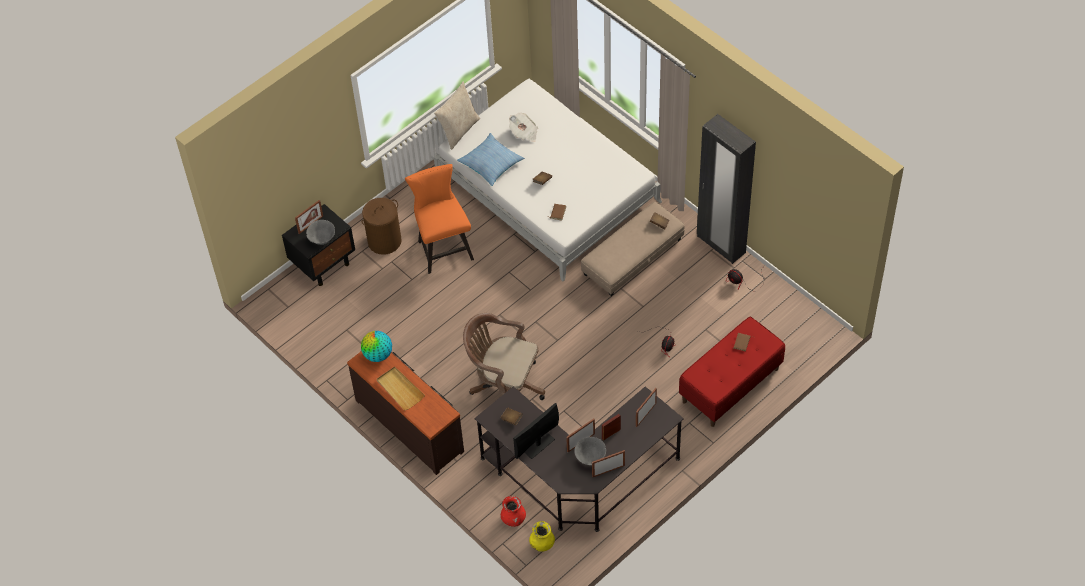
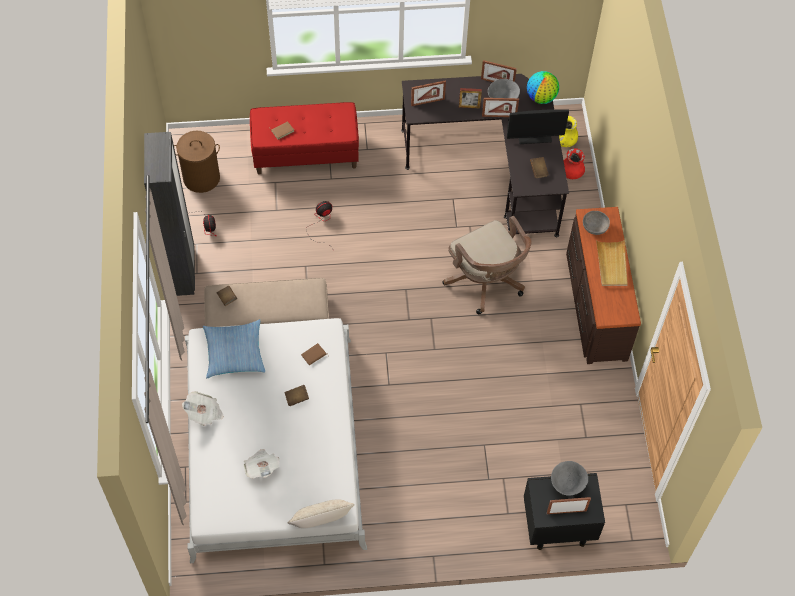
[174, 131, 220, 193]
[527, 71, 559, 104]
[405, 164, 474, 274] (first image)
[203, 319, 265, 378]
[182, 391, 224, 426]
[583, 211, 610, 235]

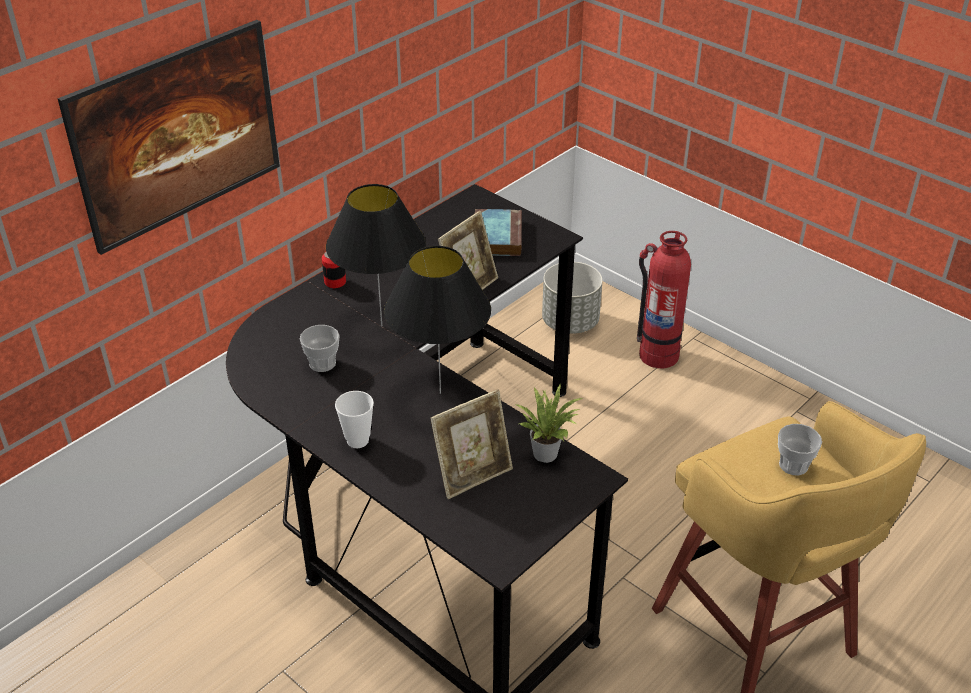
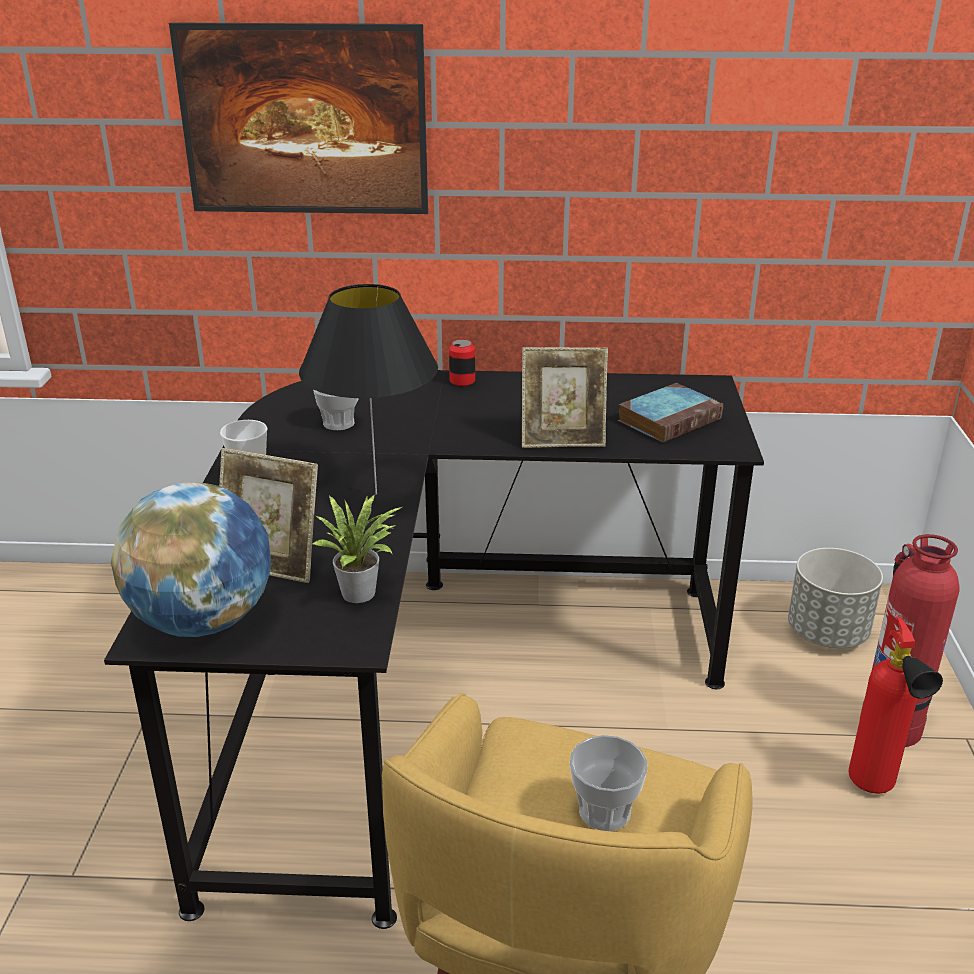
[326, 184, 426, 326] (first image)
[111, 483, 271, 637]
[849, 616, 943, 794]

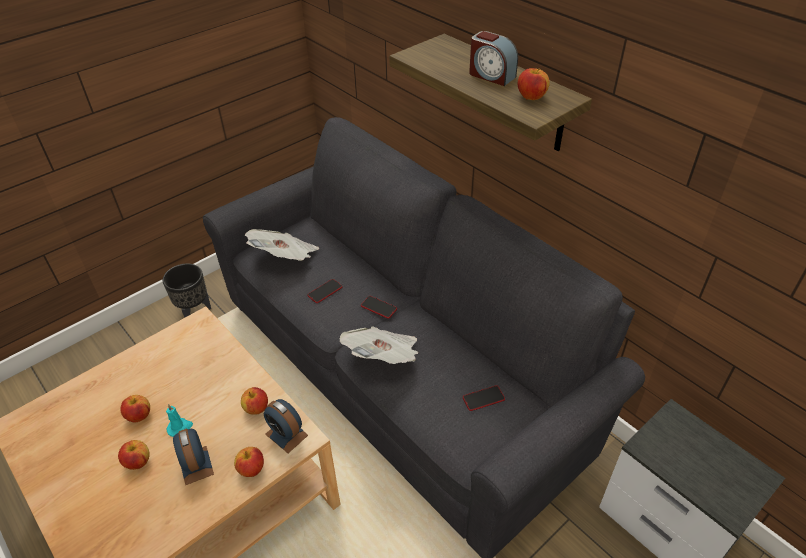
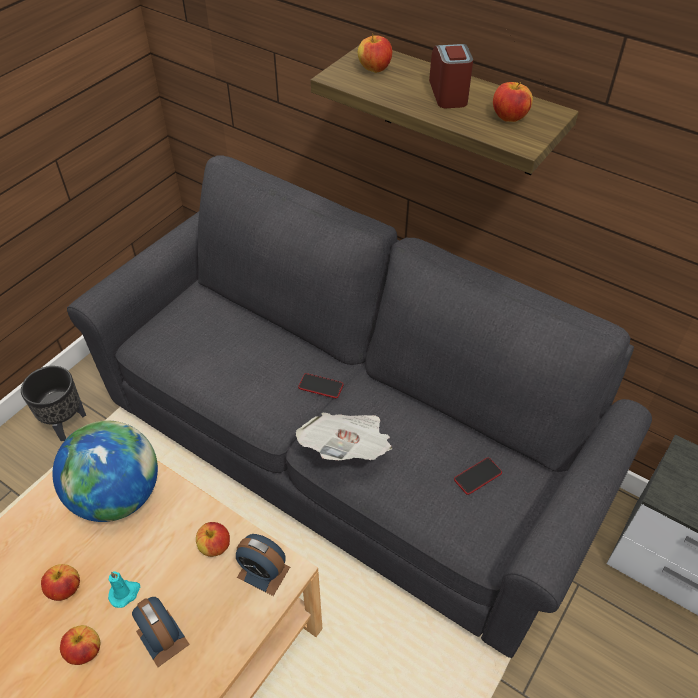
[358, 34, 392, 73]
[245, 229, 319, 261] (first image)
[307, 279, 342, 303] (first image)
[429, 44, 473, 108]
[52, 421, 158, 522]

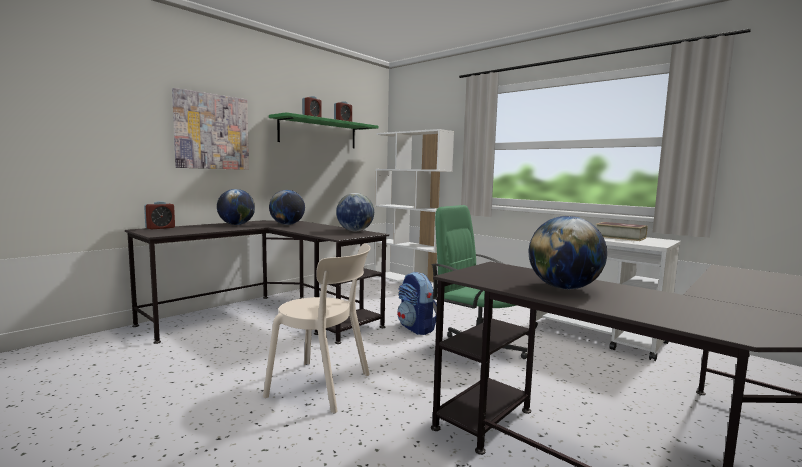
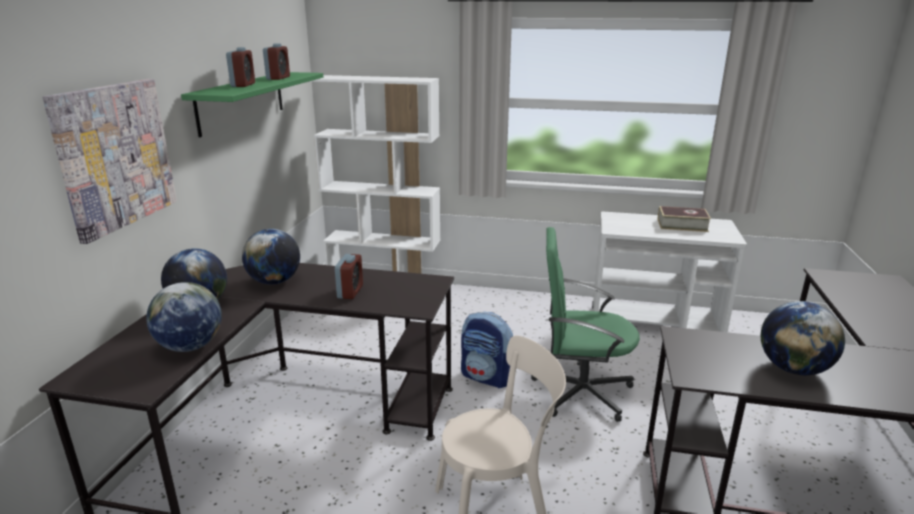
[335, 254, 363, 299]
[146, 282, 222, 352]

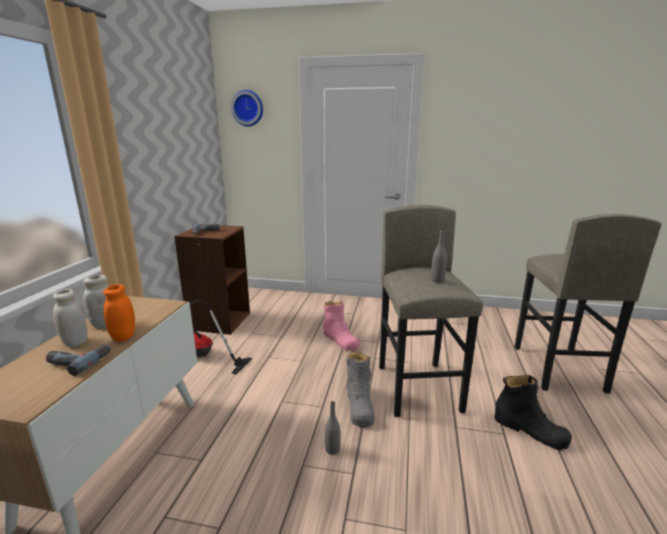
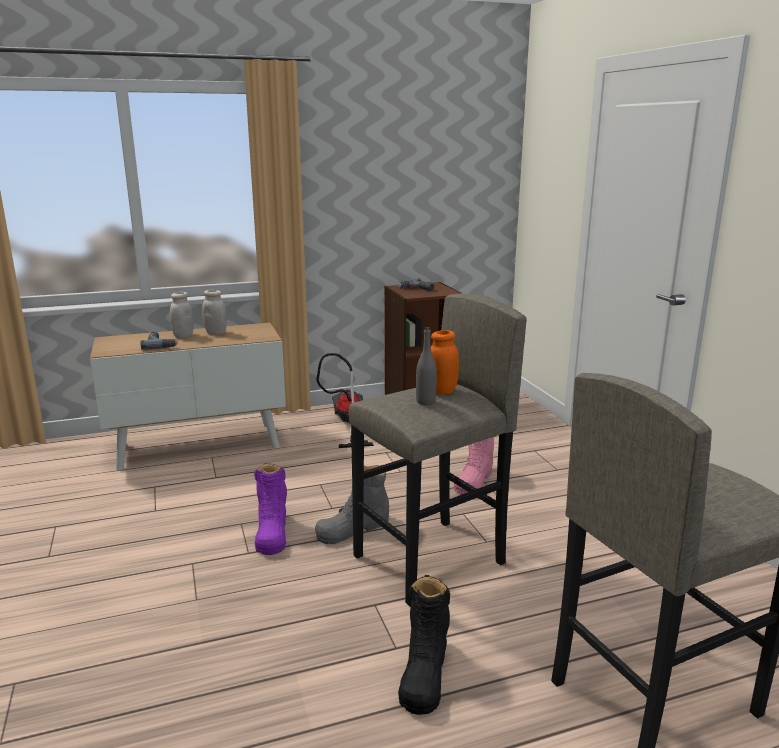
[431, 330, 459, 395]
[231, 90, 263, 126] (first image)
[254, 463, 287, 555]

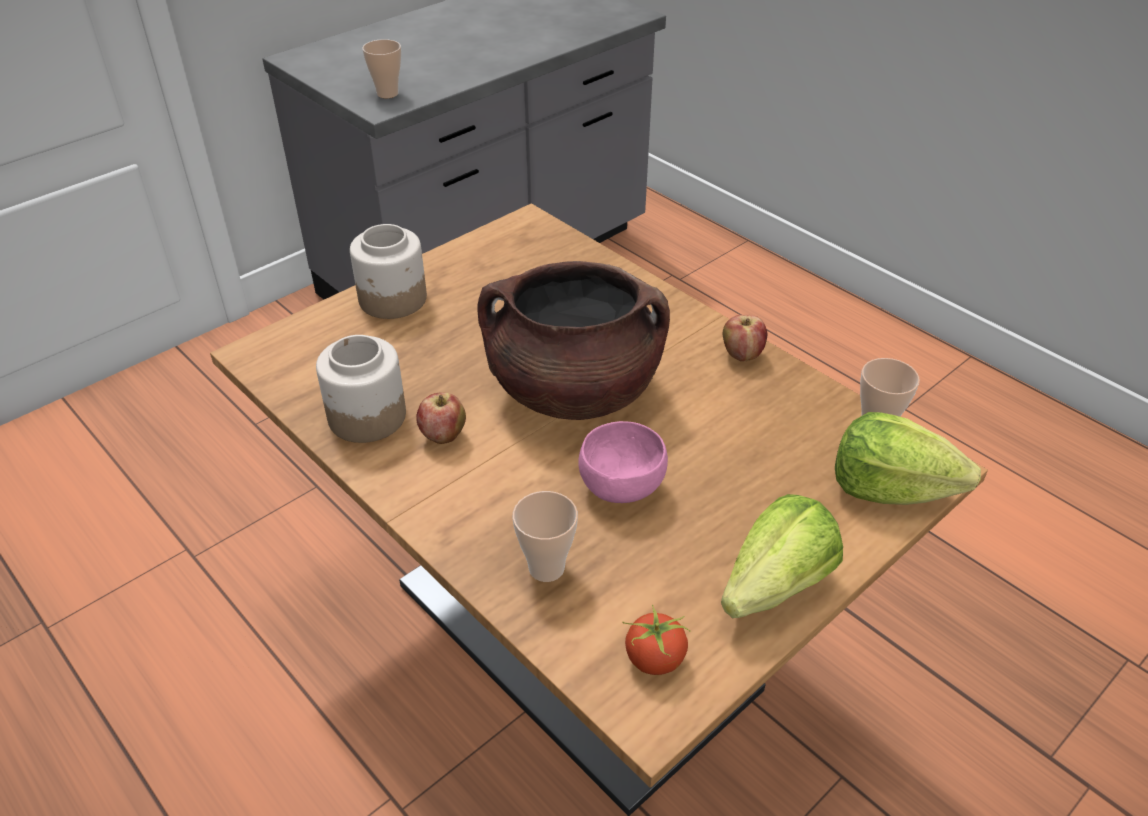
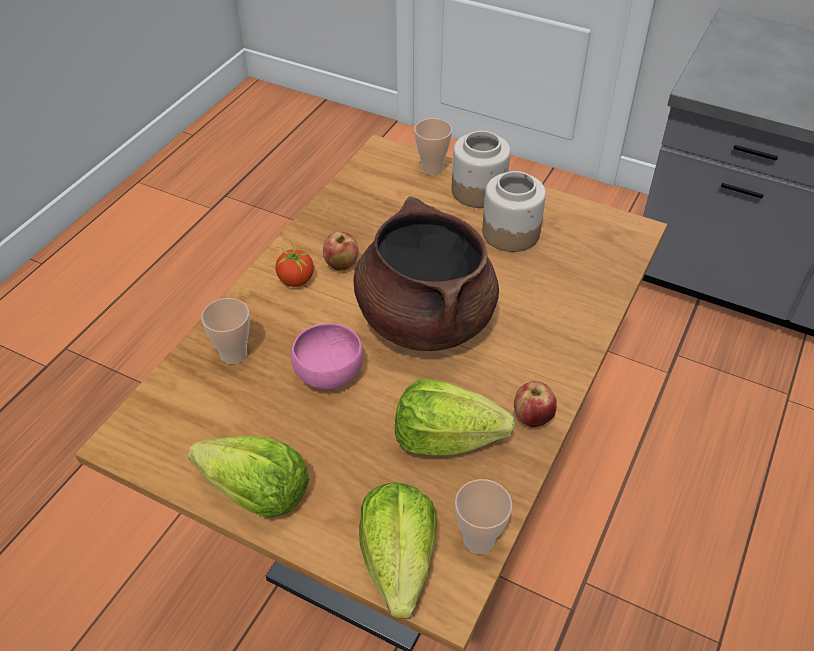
[482, 171, 546, 252]
[414, 118, 452, 175]
[275, 241, 314, 287]
[395, 379, 515, 456]

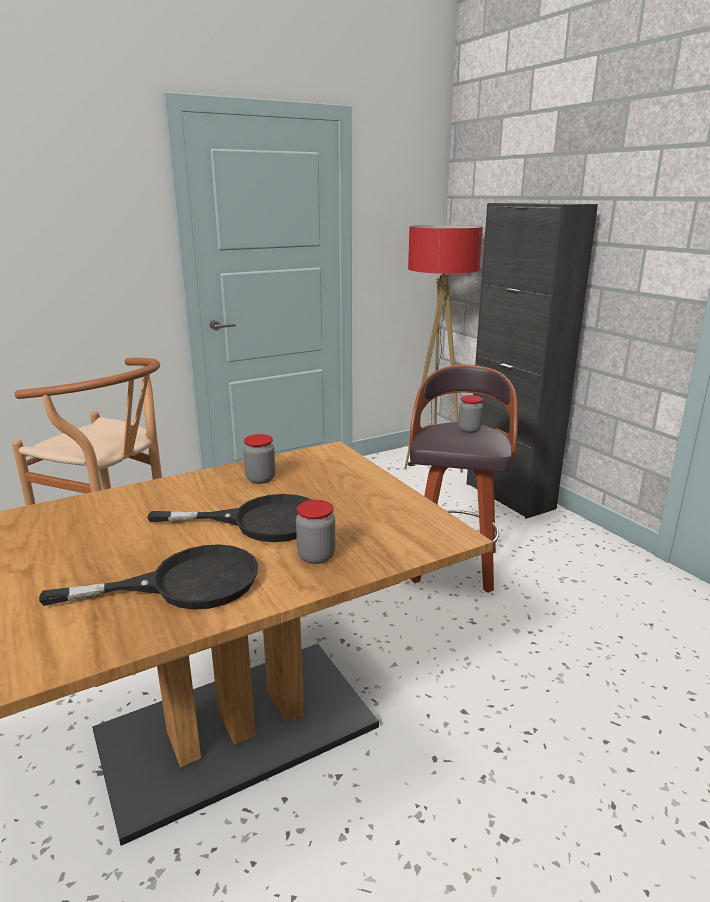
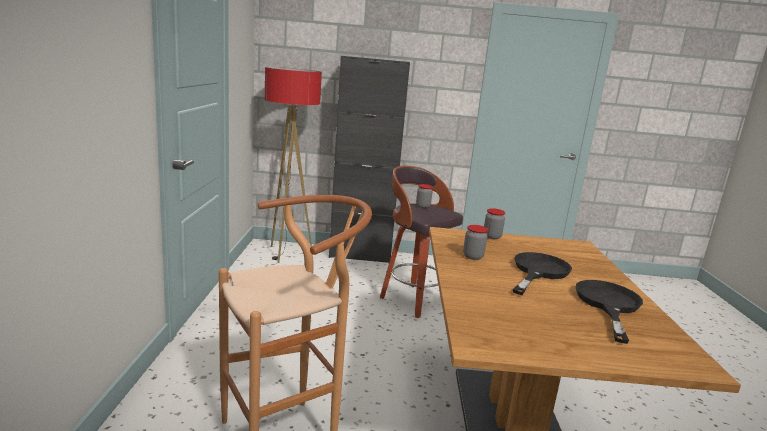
[484, 208, 505, 239]

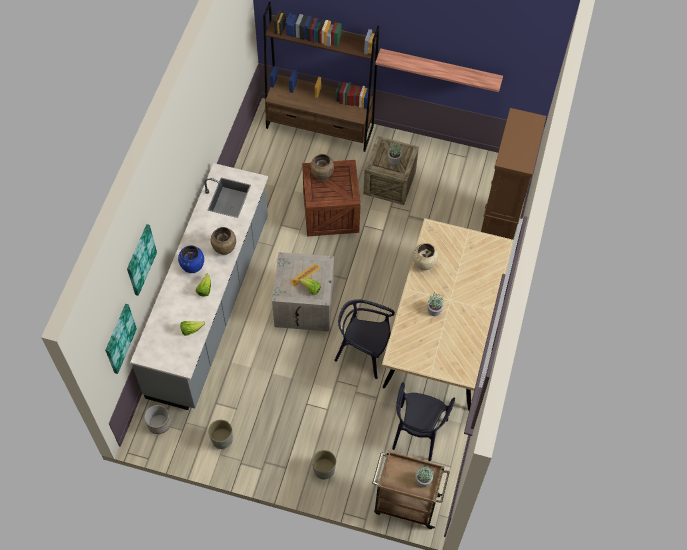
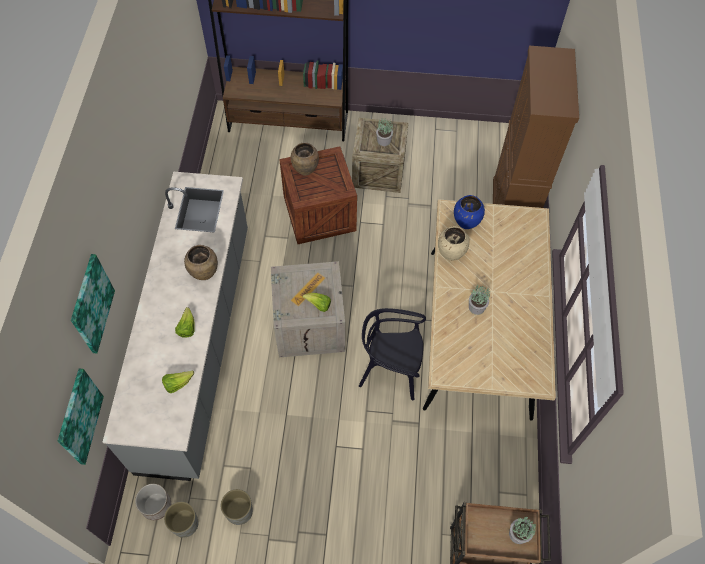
[454, 195, 485, 229]
[164, 502, 198, 538]
[375, 48, 503, 92] (first image)
[392, 382, 455, 461] (first image)

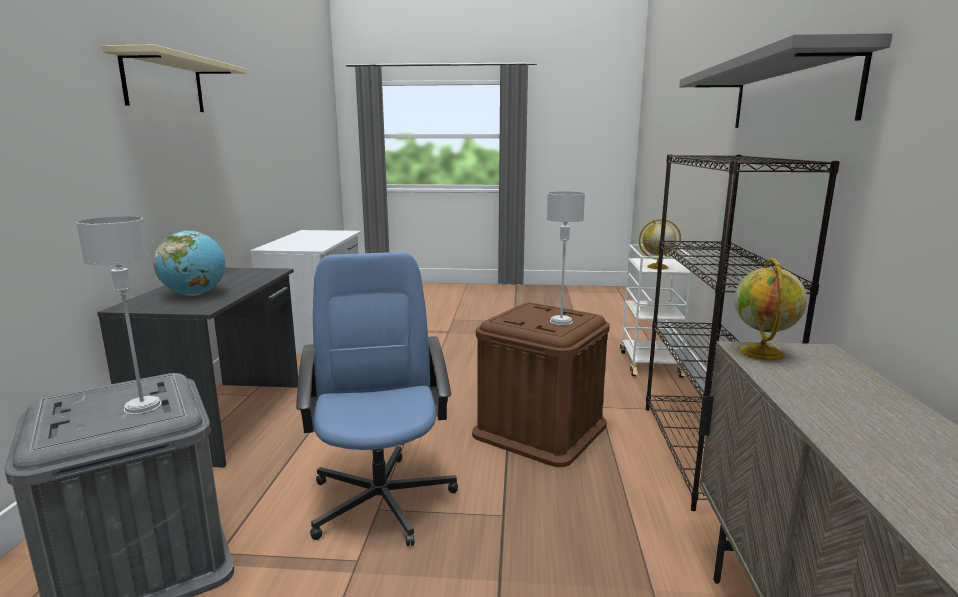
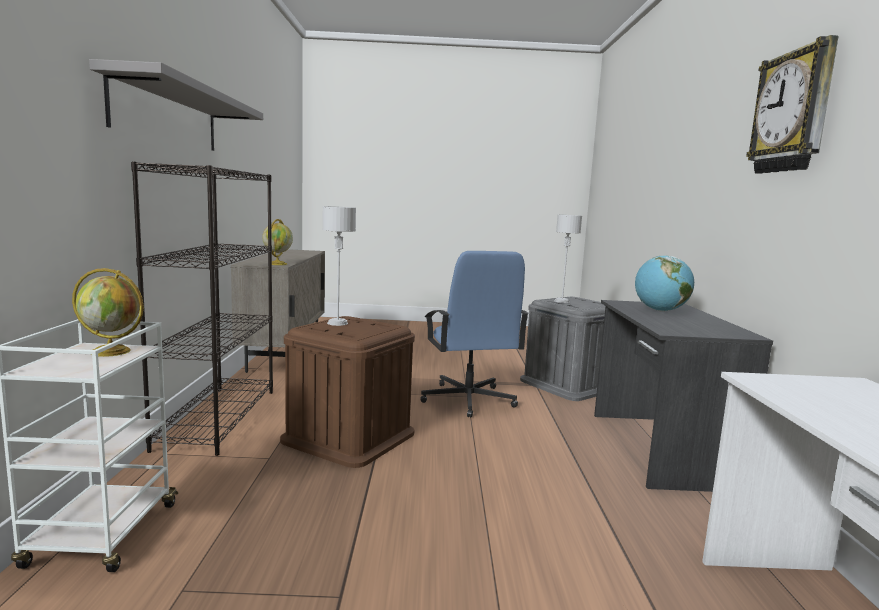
[746, 35, 838, 174]

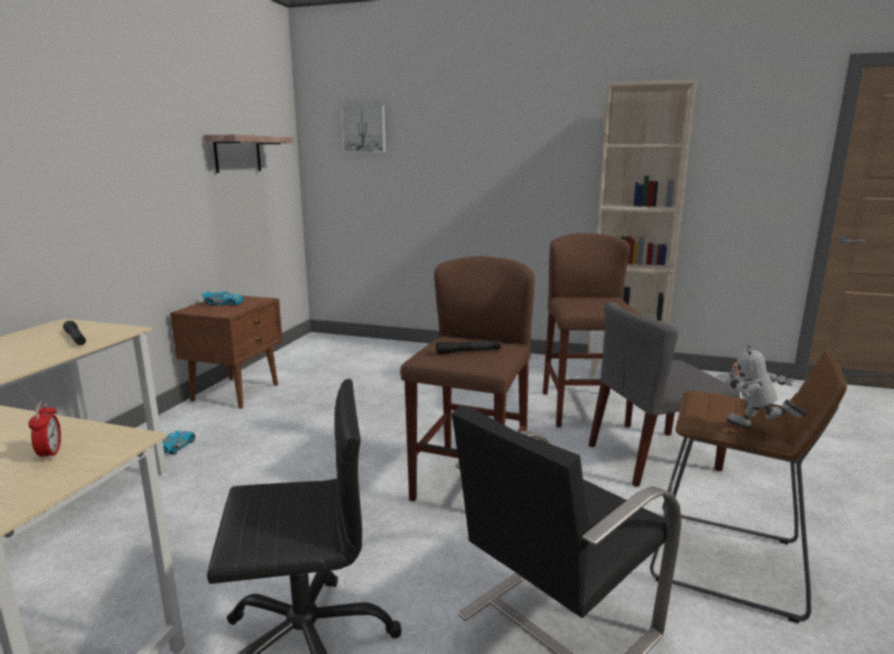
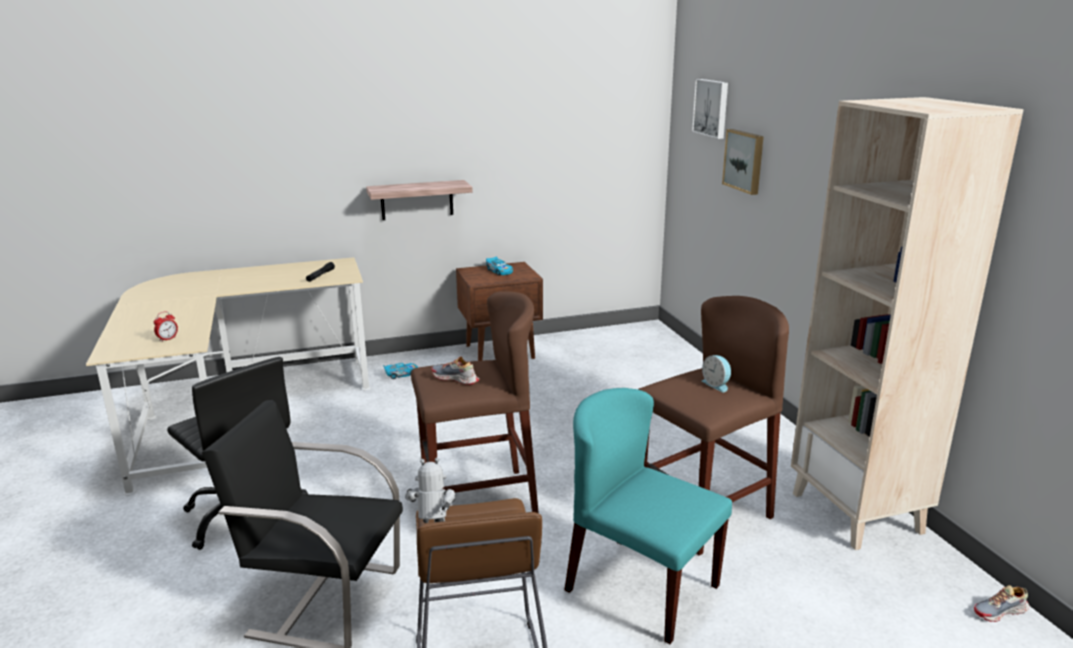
[366, 180, 473, 220]
[431, 357, 479, 385]
[564, 388, 732, 644]
[702, 355, 731, 392]
[722, 129, 764, 195]

